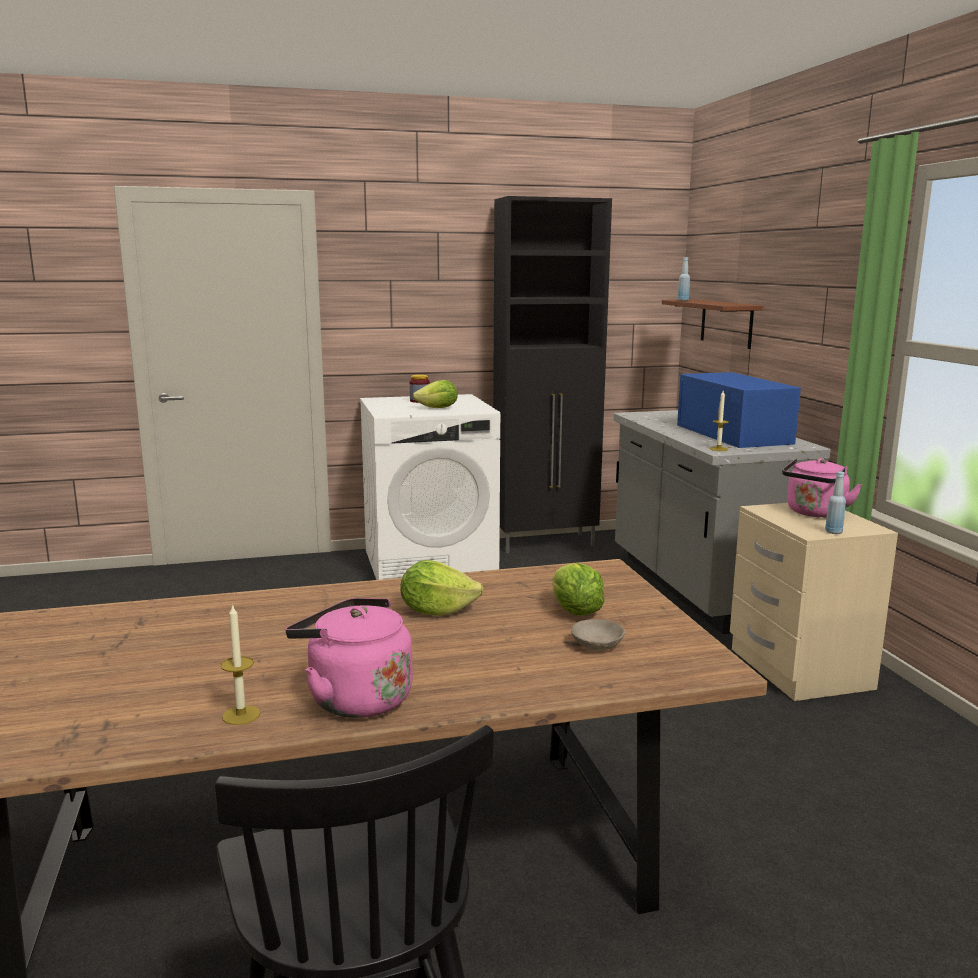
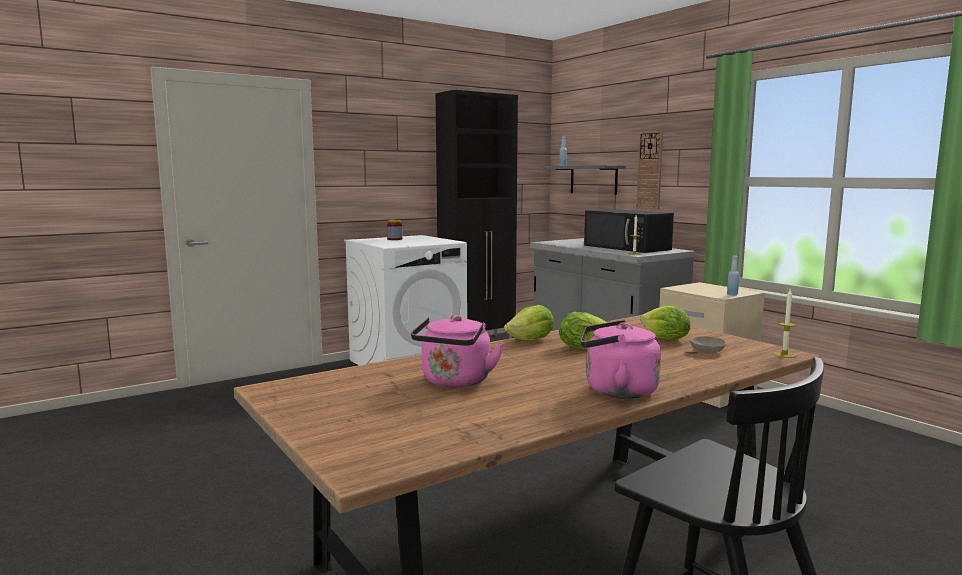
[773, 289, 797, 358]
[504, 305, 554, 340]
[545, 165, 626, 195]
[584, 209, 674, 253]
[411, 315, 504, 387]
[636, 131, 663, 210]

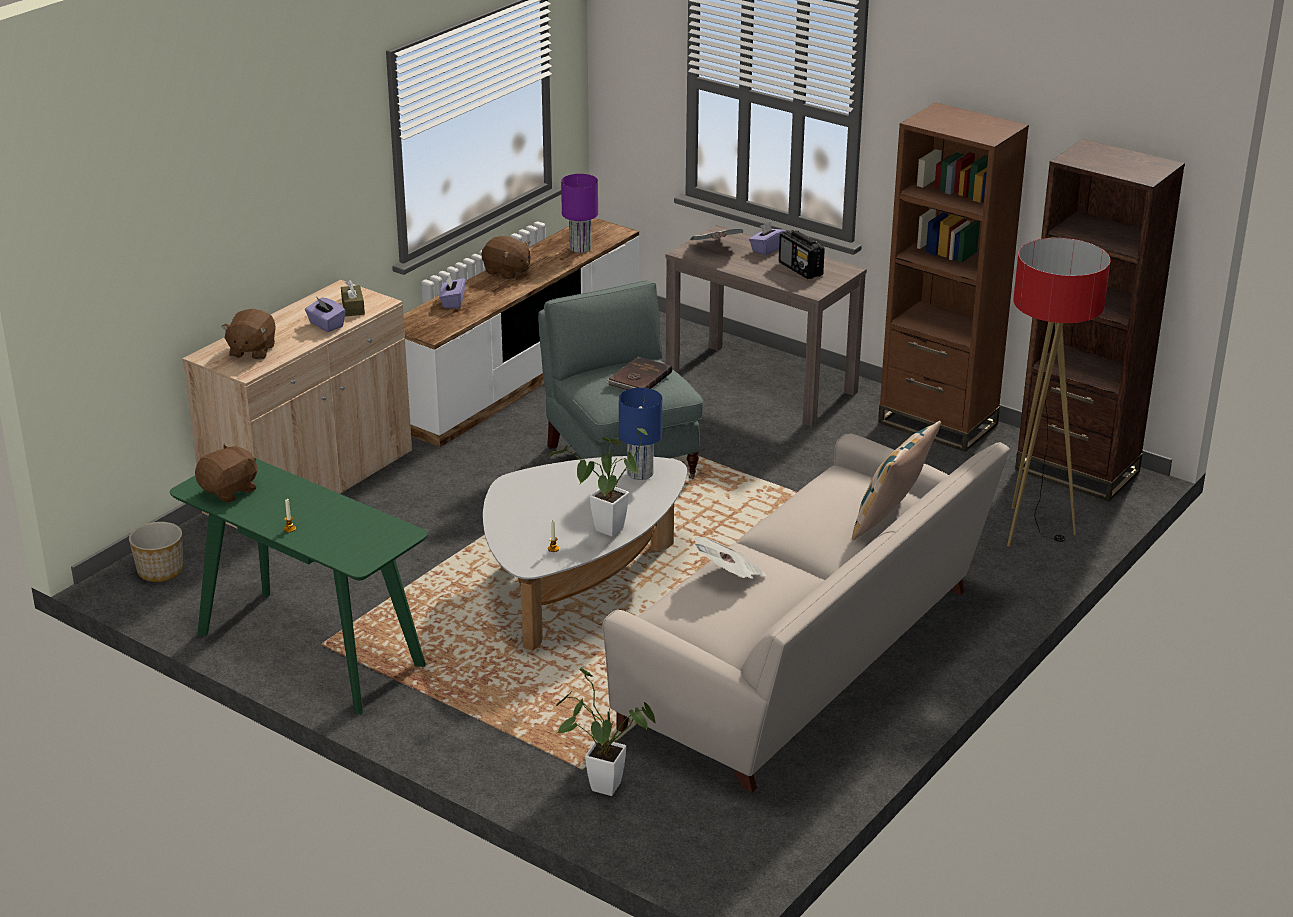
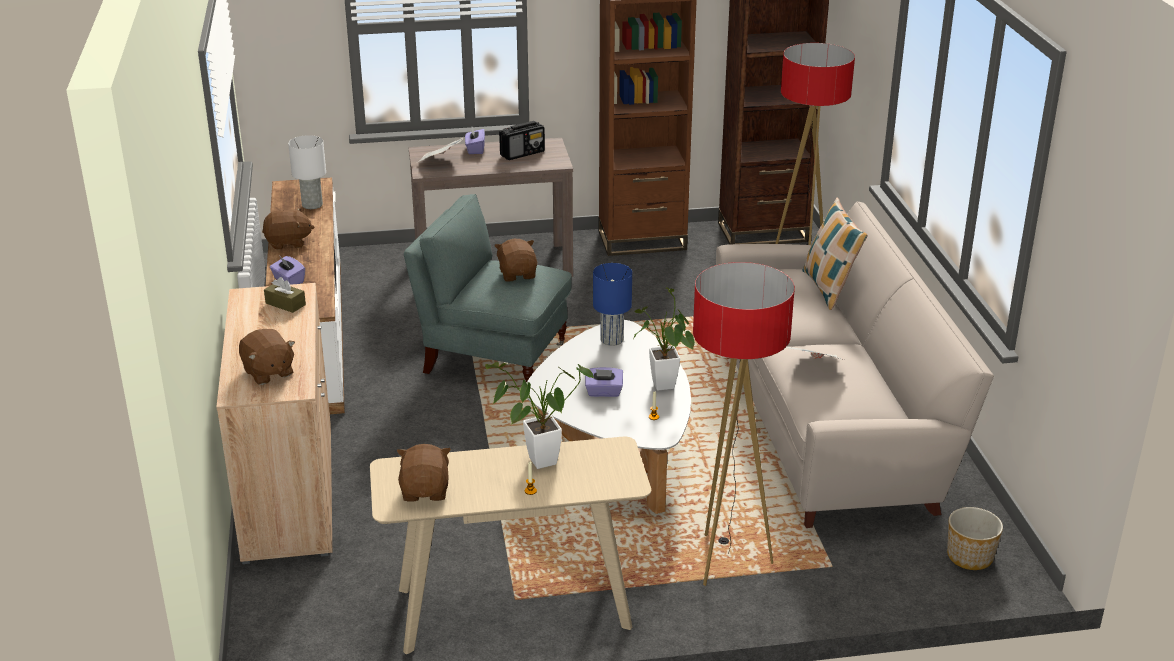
[947, 507, 1003, 570]
[370, 437, 651, 654]
[585, 367, 623, 397]
[485, 362, 594, 469]
[288, 135, 326, 209]
[494, 239, 537, 282]
[499, 121, 545, 160]
[693, 262, 795, 586]

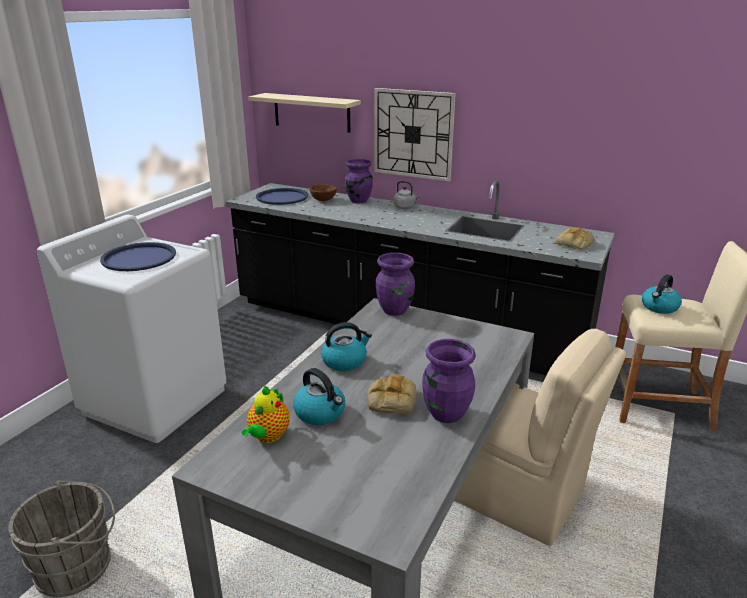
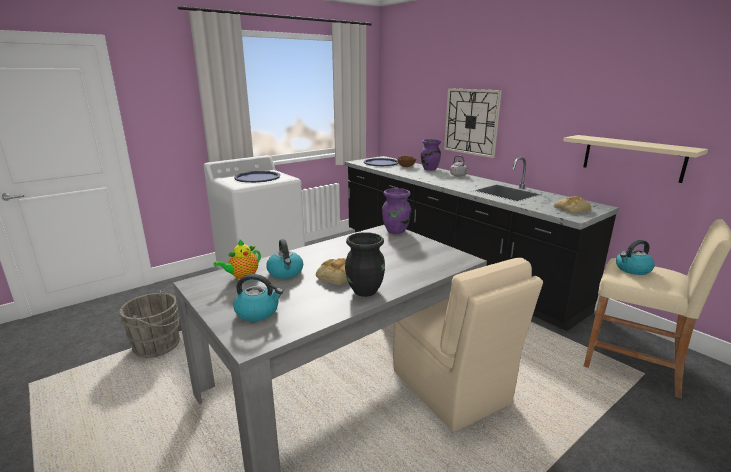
[563, 135, 708, 183]
[233, 274, 283, 321]
[345, 232, 385, 297]

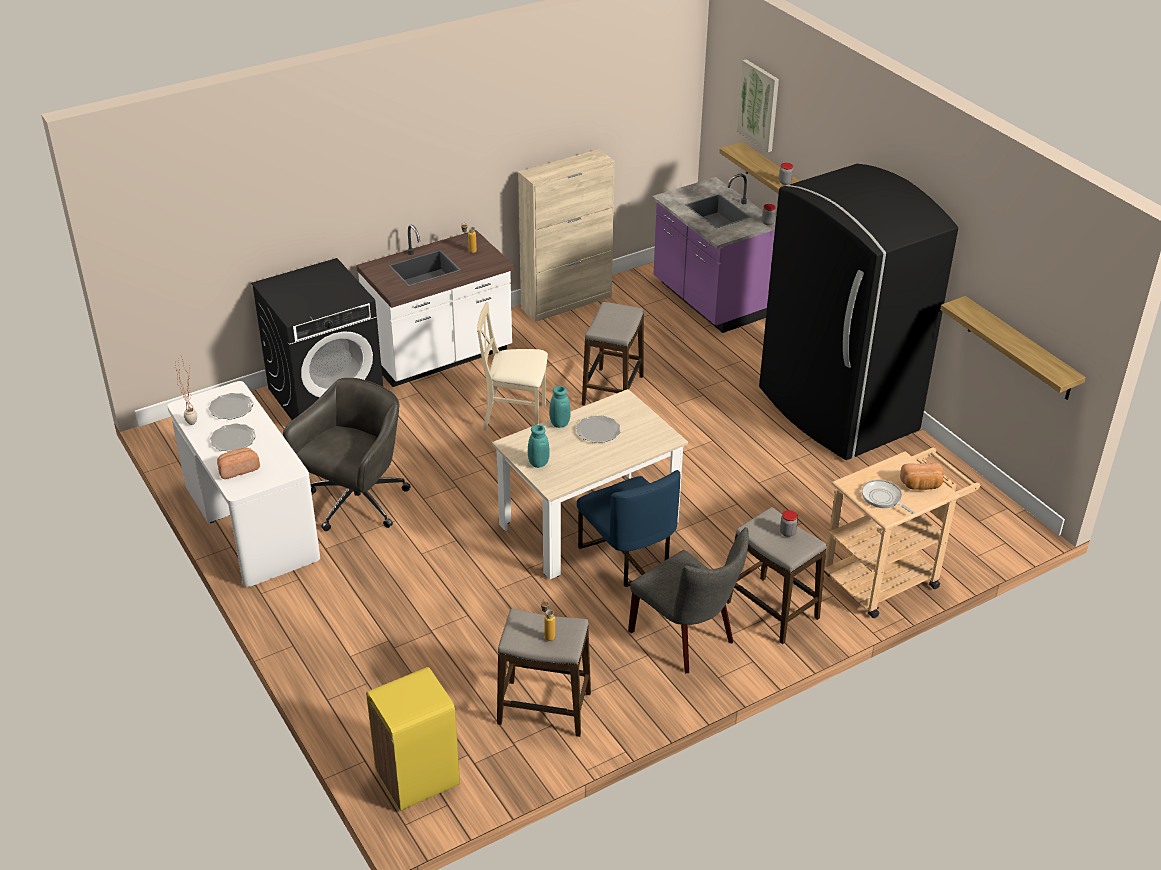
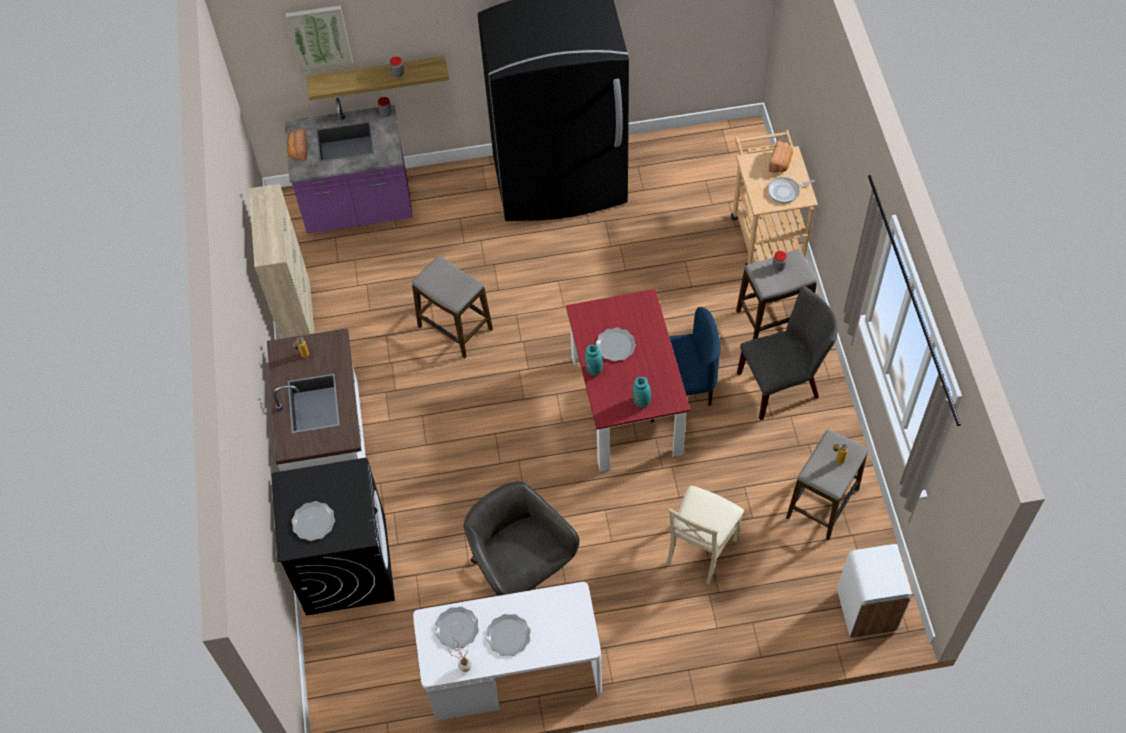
[287, 129, 307, 161]
[837, 544, 912, 638]
[667, 486, 744, 585]
[566, 289, 690, 471]
[940, 296, 1086, 400] (first image)
[291, 501, 335, 541]

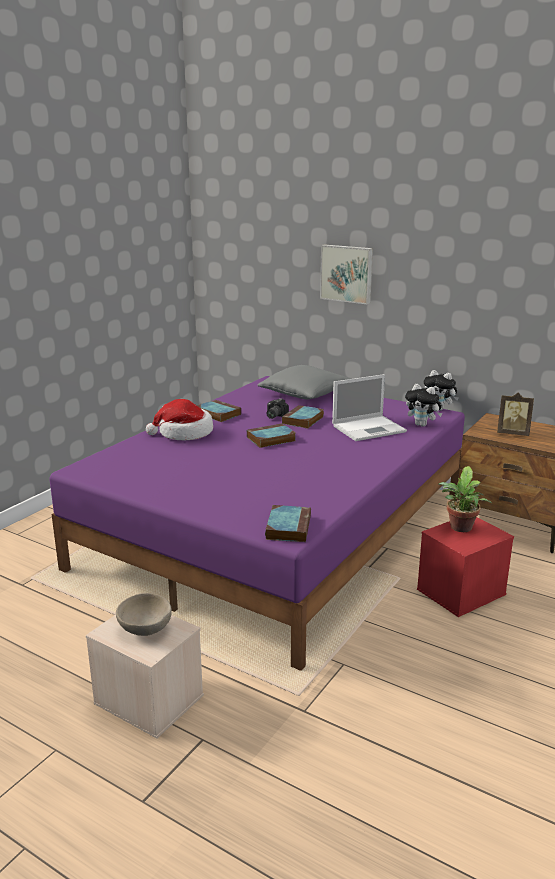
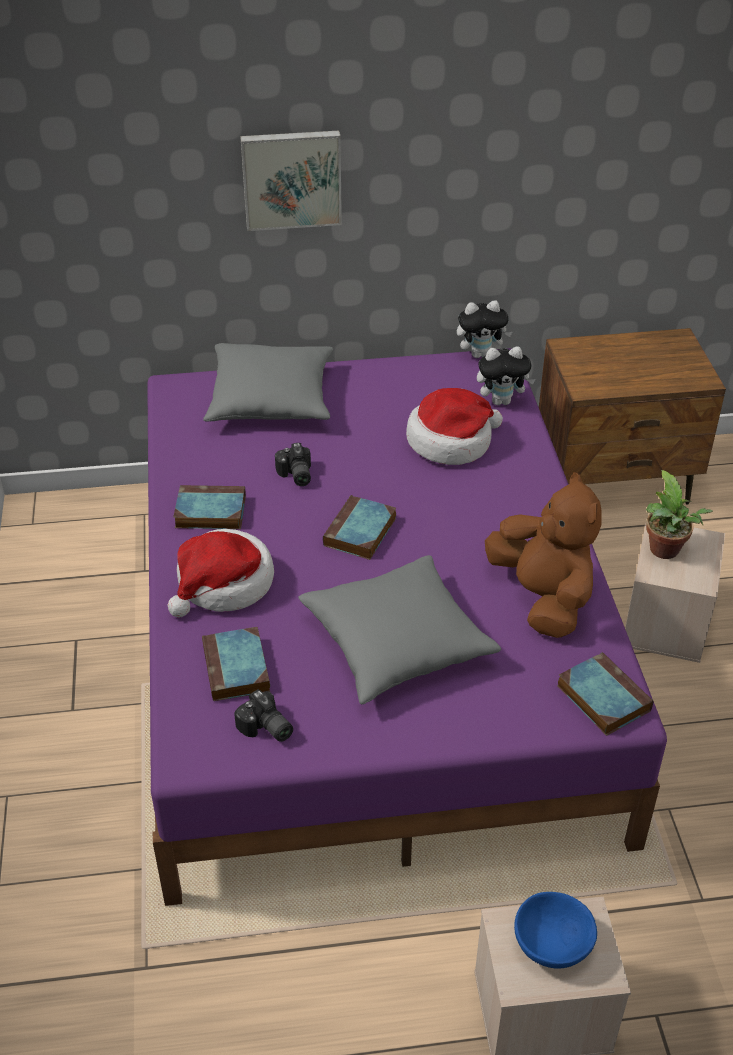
[514, 892, 597, 968]
[202, 627, 270, 701]
[406, 388, 503, 465]
[625, 520, 725, 663]
[497, 393, 534, 436] (first image)
[234, 689, 293, 742]
[298, 555, 501, 705]
[485, 472, 602, 638]

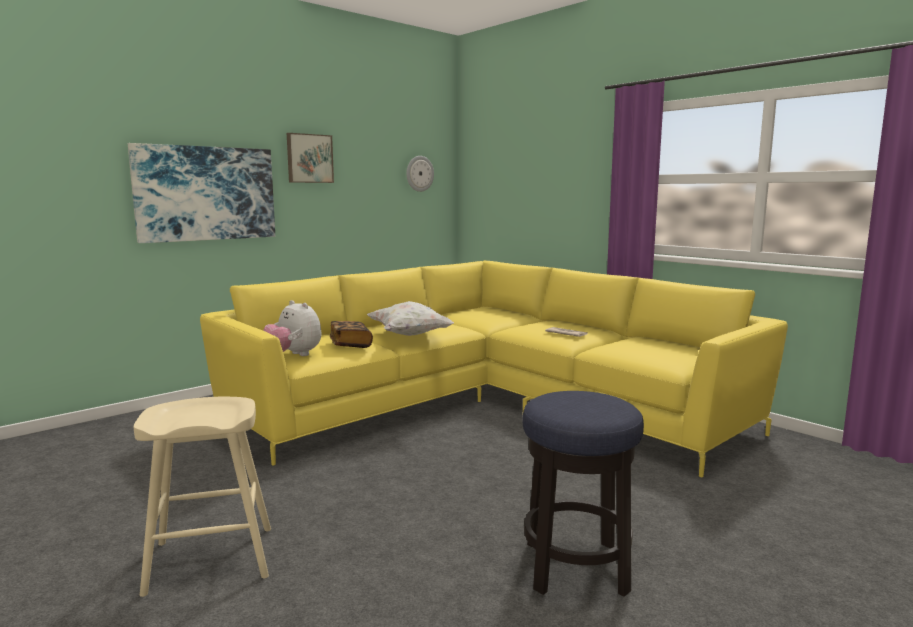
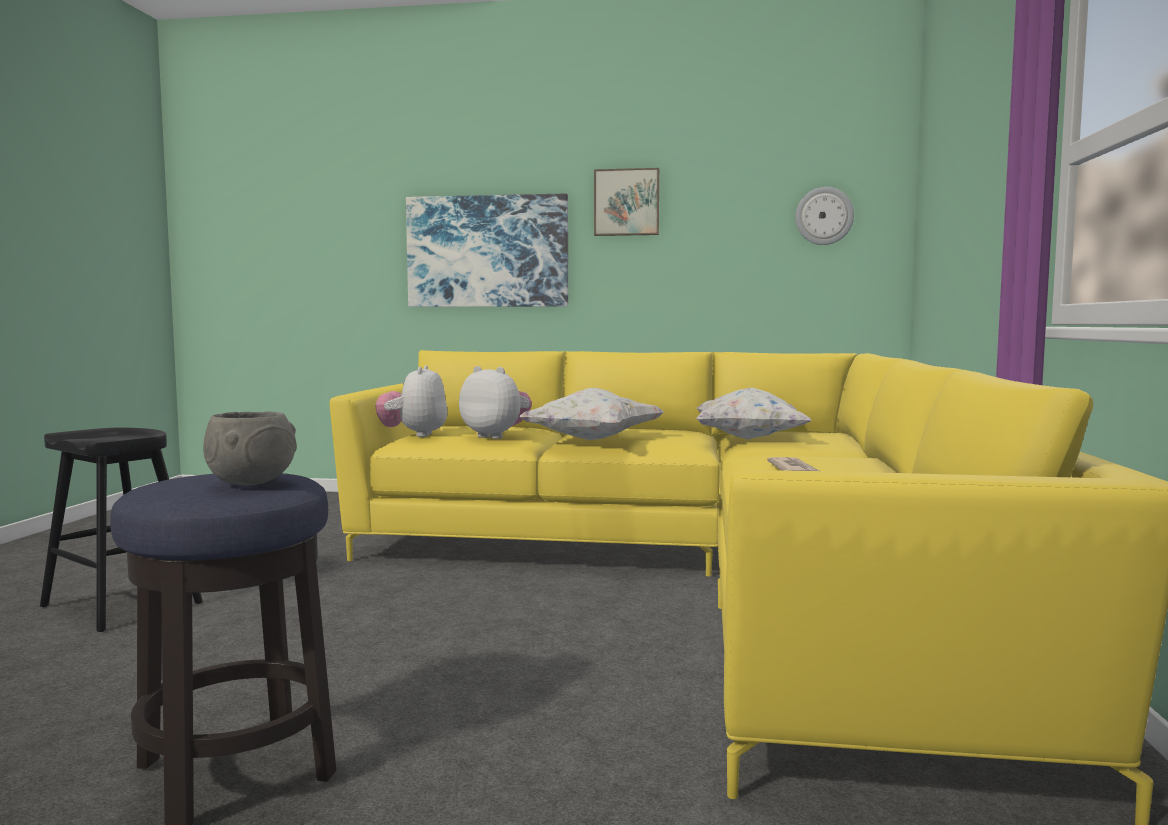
[40, 427, 203, 632]
[459, 366, 532, 439]
[203, 412, 297, 485]
[696, 388, 811, 440]

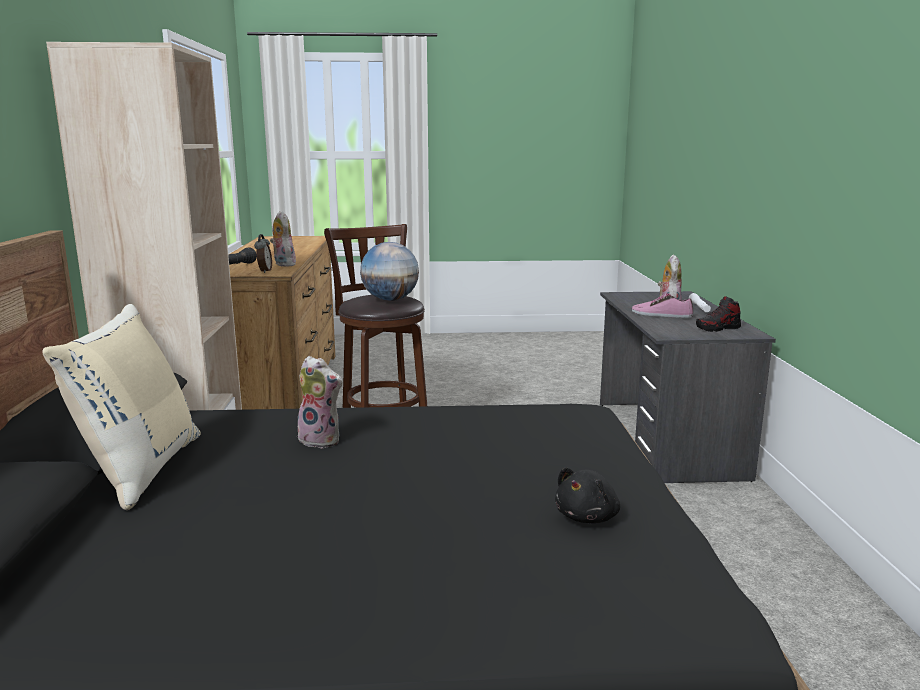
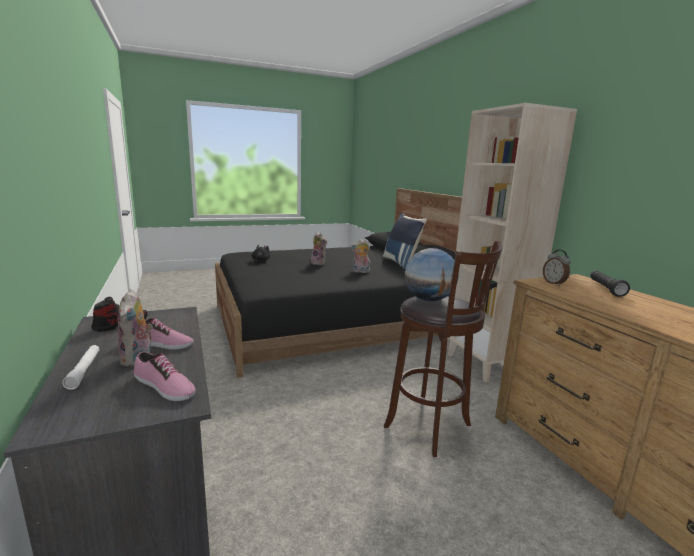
[383, 213, 427, 270]
[311, 232, 327, 265]
[134, 352, 196, 401]

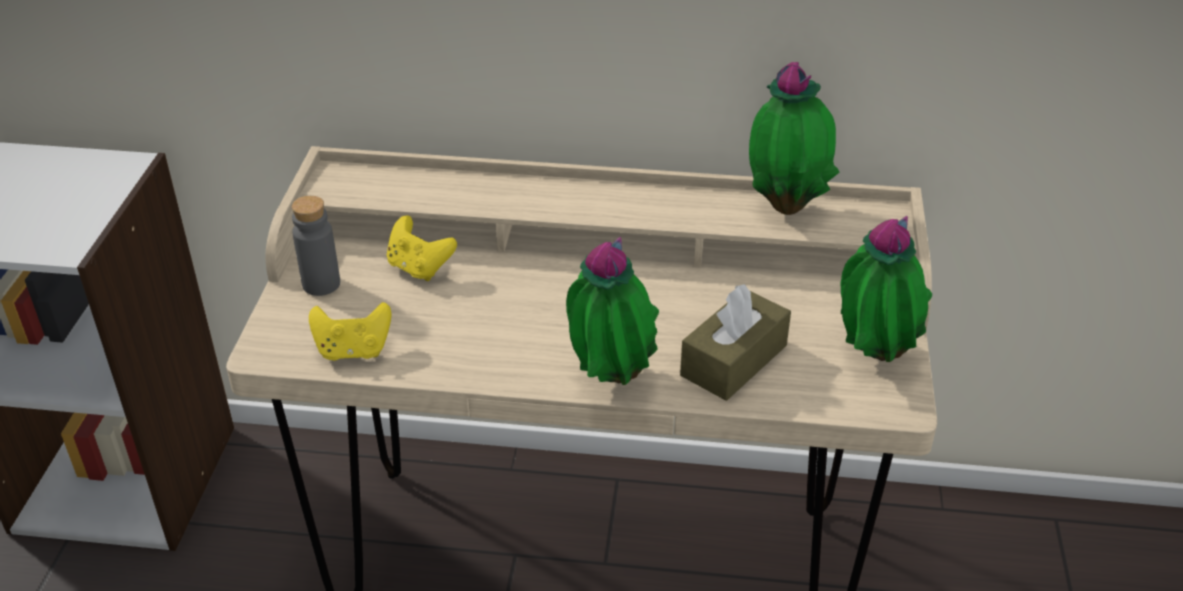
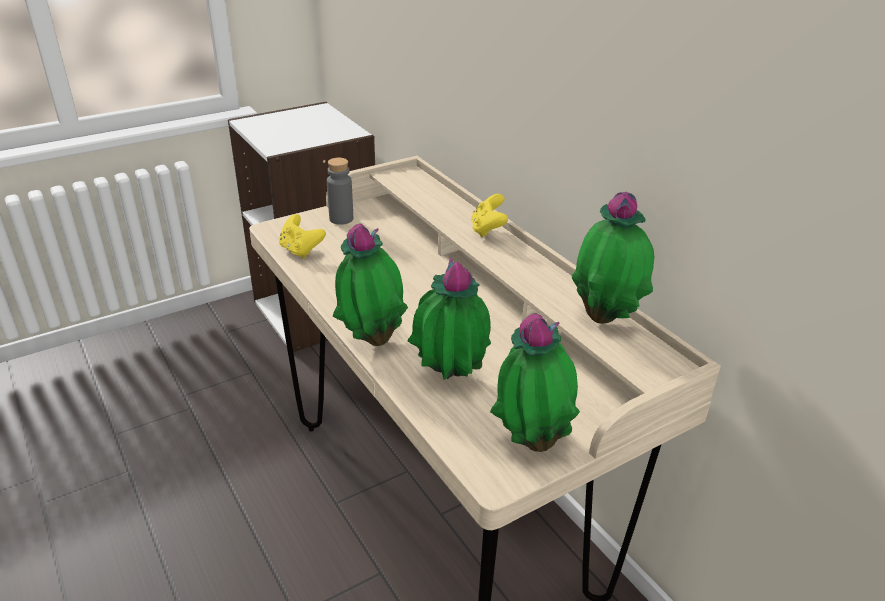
[471, 194, 508, 237]
[408, 258, 491, 380]

